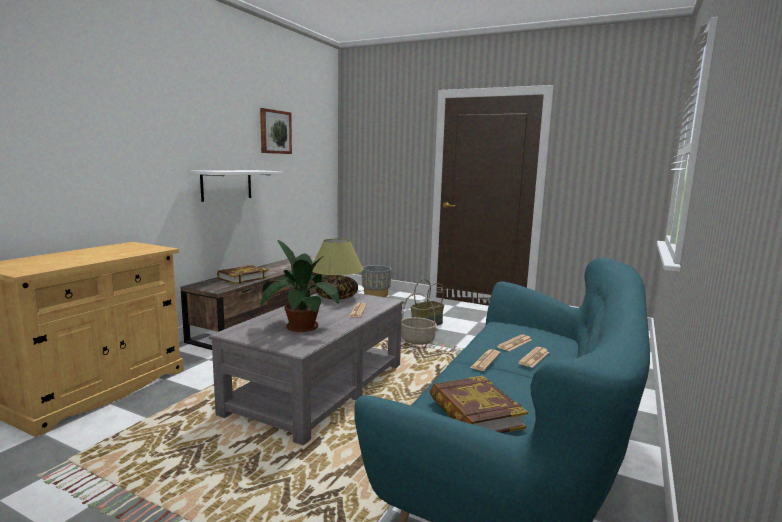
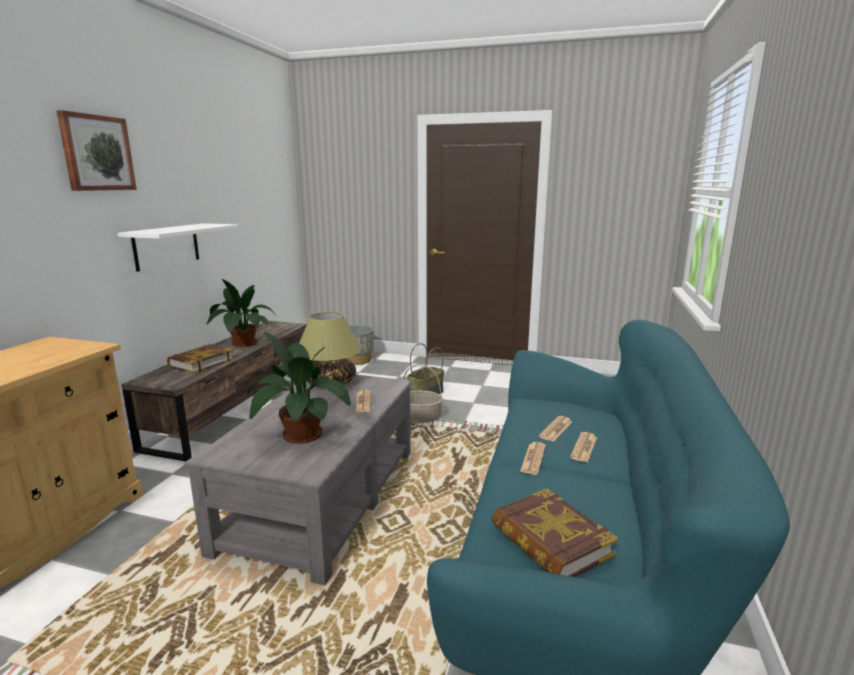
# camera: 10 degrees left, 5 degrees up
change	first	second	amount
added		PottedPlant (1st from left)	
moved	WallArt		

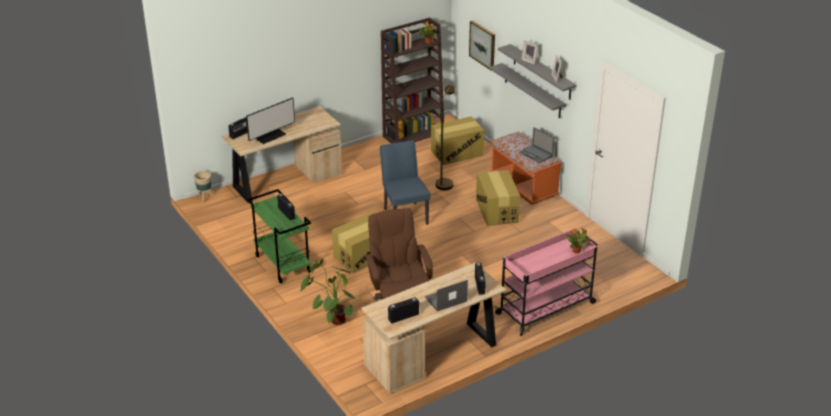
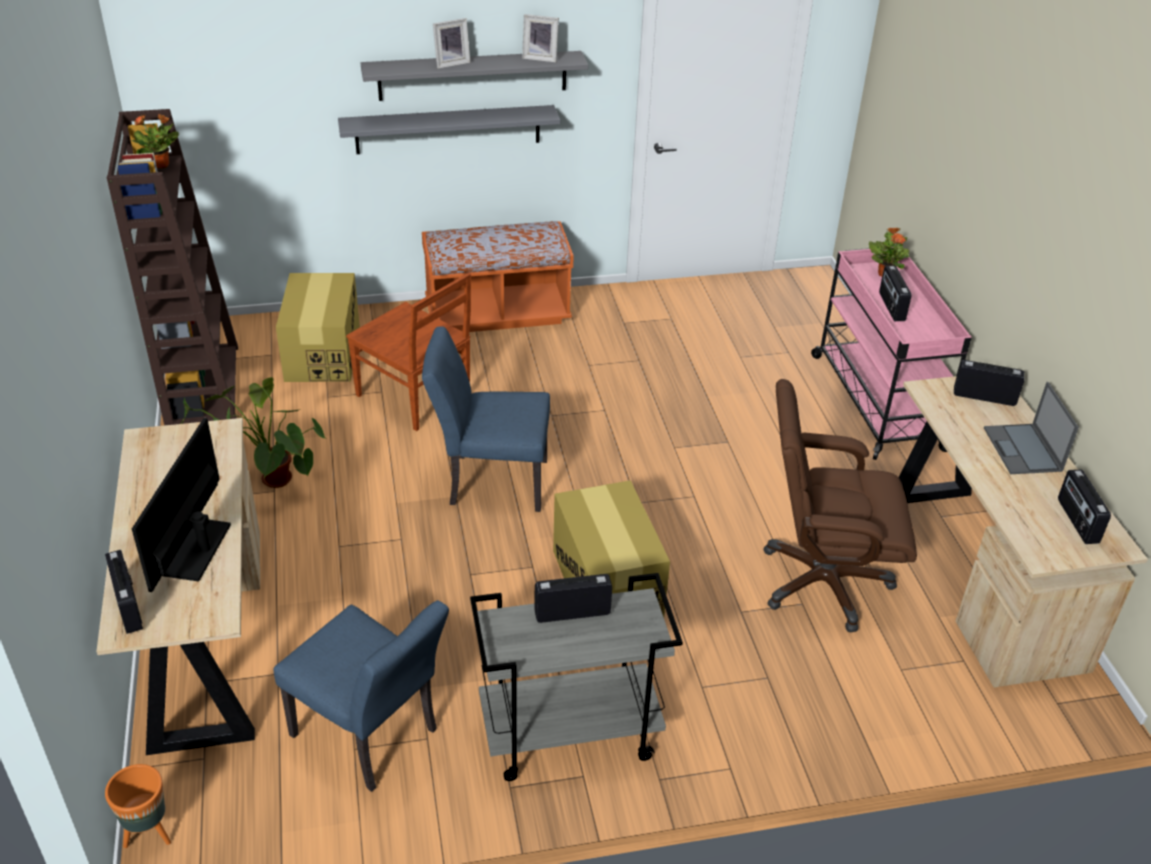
# camera: 70 degrees left, 5 degrees up
change	first	second	amount
removed	WallArt		
removed	PackingBox (3rd from left)		
removed	Laptop (2nd from left)		
added		BlueColouredPlainChair (1st from left)	
added		RadioSet (3rd from left)	
moved	PottedPlant (1st from left in the first image)	PottedPlant (2nd from left)	
replaced	BrownColouredStandingLamp	BrownColouredPlainChair	
recoloured	SandColouredPlantPot	OrangeyPlantPot	
recoloured	GreenCart	GrayCart	
turned	Monitor		150 degrees counterclockwise

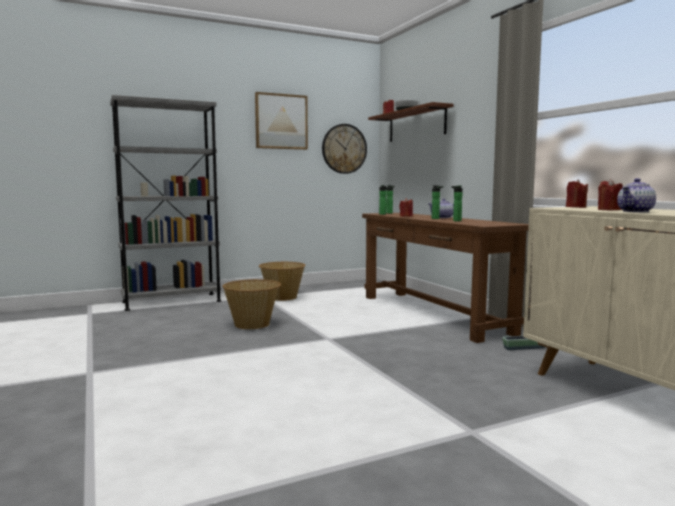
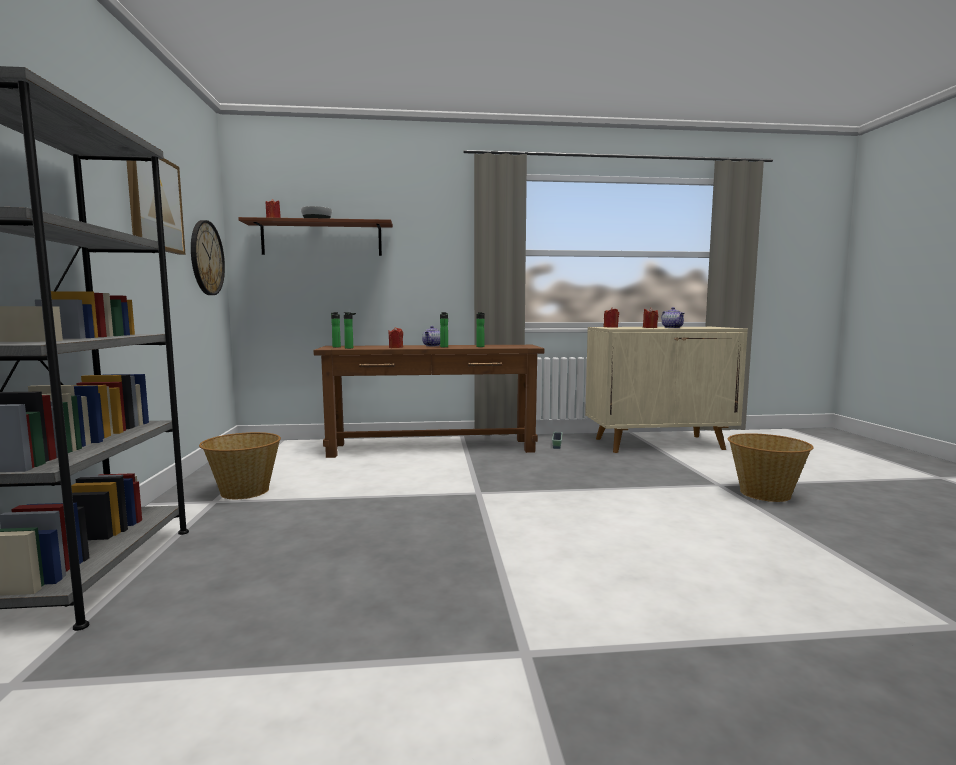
# camera: 70 degrees left, 0 degrees up
change	first	second	amount
moved	Basket (1st from left in the first image)	Basket (2nd from left)	

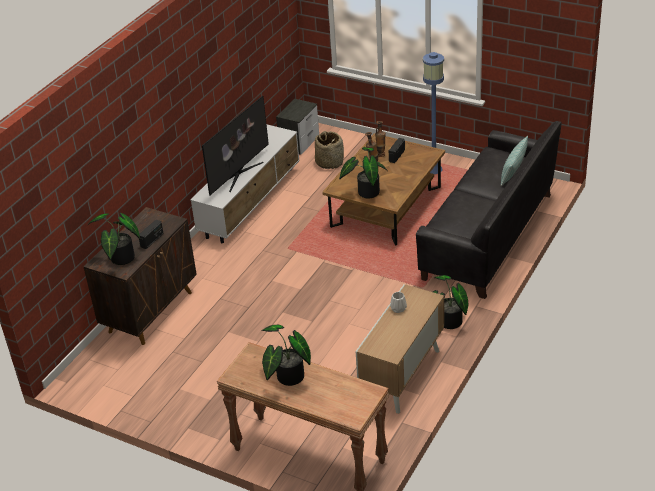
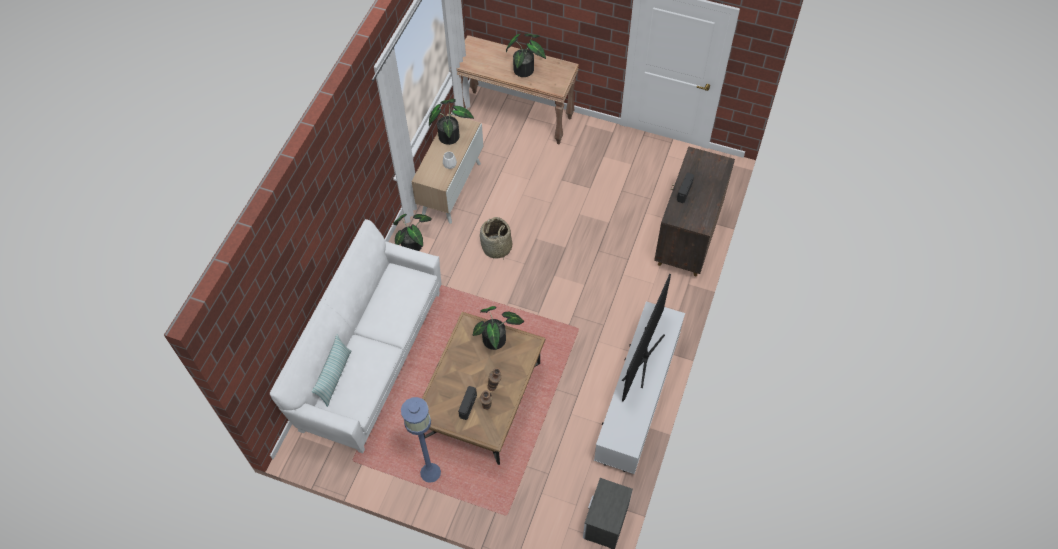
# camera: 170 degrees right, 20 degrees up
change	first	second	amount
moved	PottedPlant (1st from left in the first image)	PottedPlant (2nd from left)	
moved	Basket		
recoloured	BlackColouredSettee	WhiteColouredSettee	

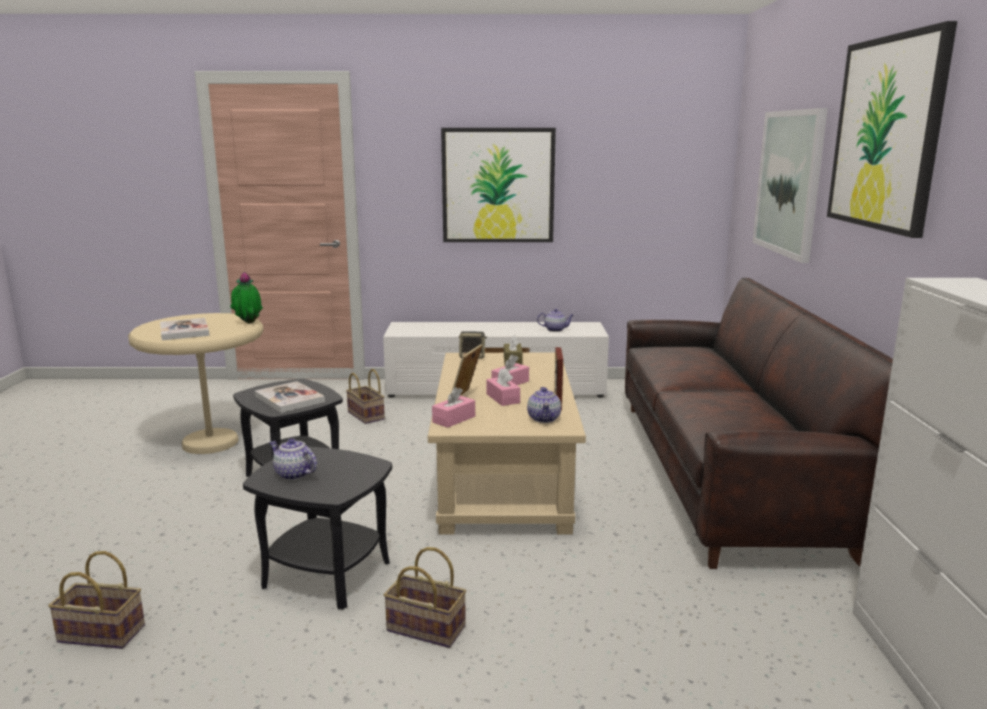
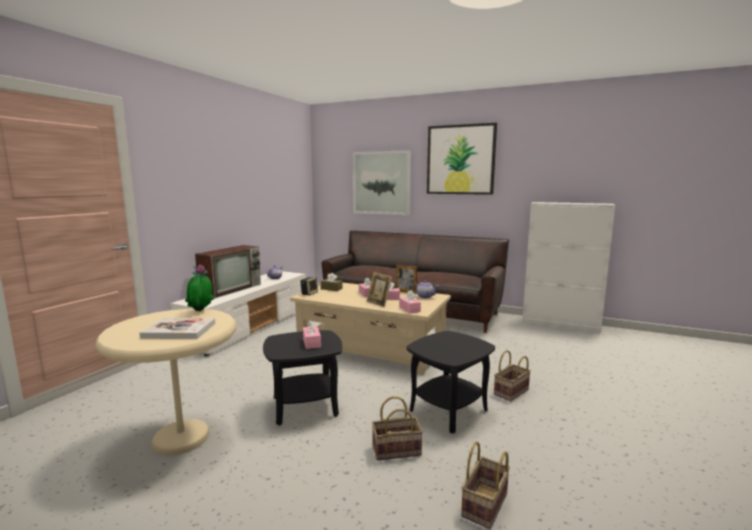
# camera: 65 degrees left, 5 degrees down
change	first	second	amount
removed	Teapot (1st from left)		
removed	WallArt (1st from left)		
added		Tv	
moved	Basket (2nd from left in the first image)	Basket (1st from left)	
replaced	BoundBook (2nd from left)	PinkColouredBoxOfTissues (1st from left)	

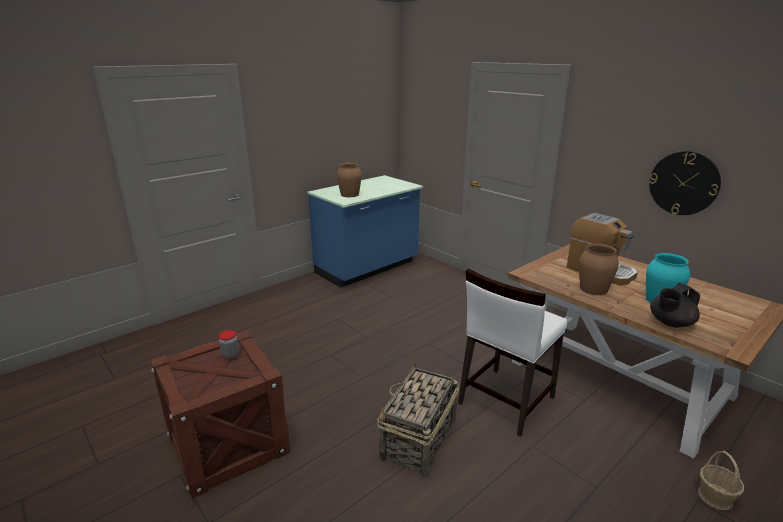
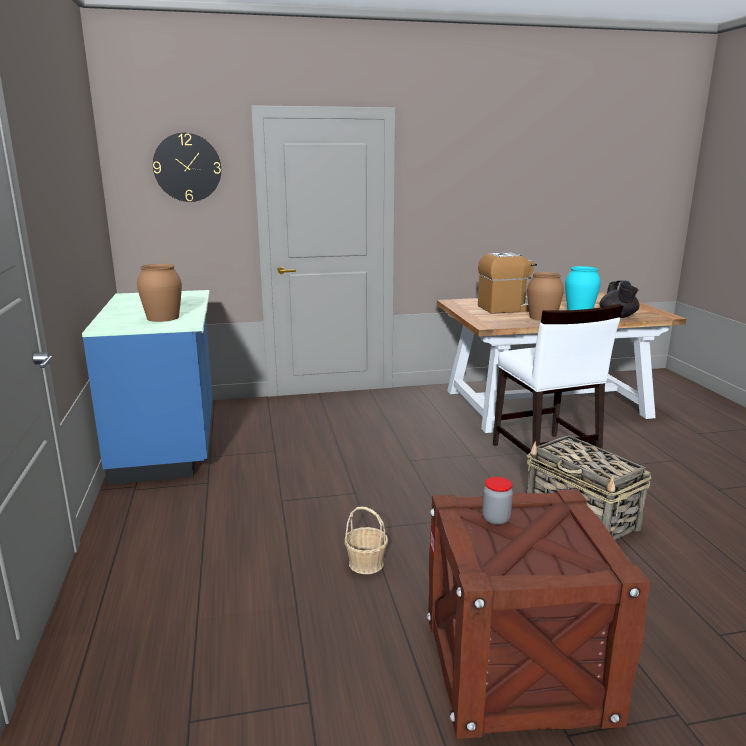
# camera: 60 degrees left, 5 degrees down
change	first	second	amount
moved	ClockOnTheWall		
moved	Basket (2nd from left in the first image)	Basket (1st from left)	

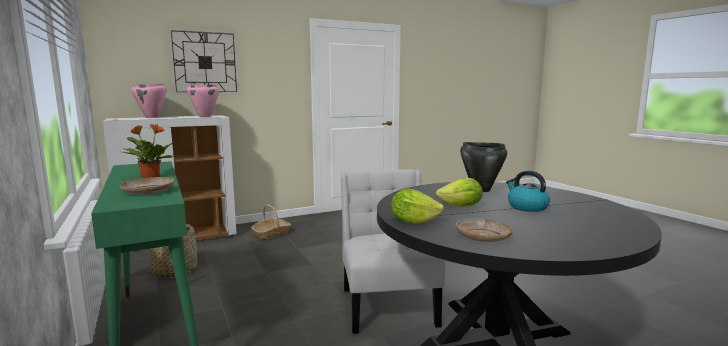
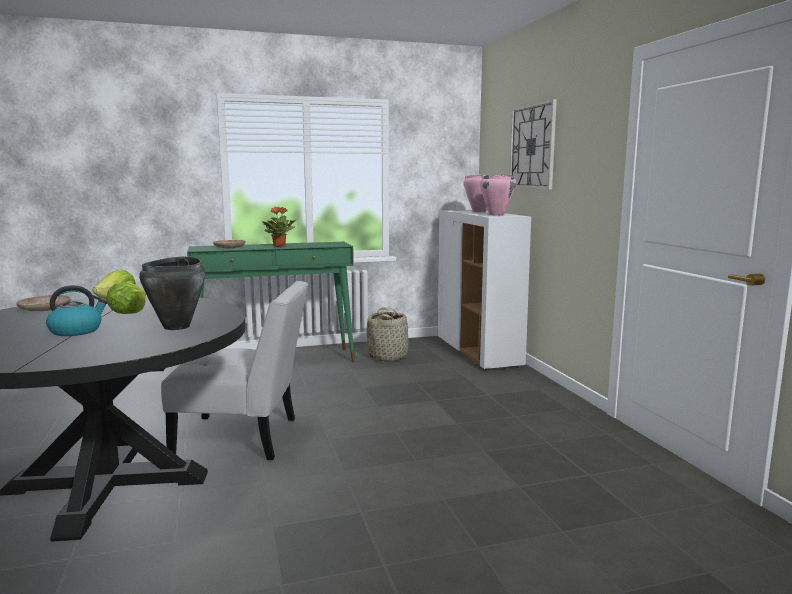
# camera: 100 degrees right, 0 degrees up
change	first	second	amount
removed	Basket (2nd from left)		

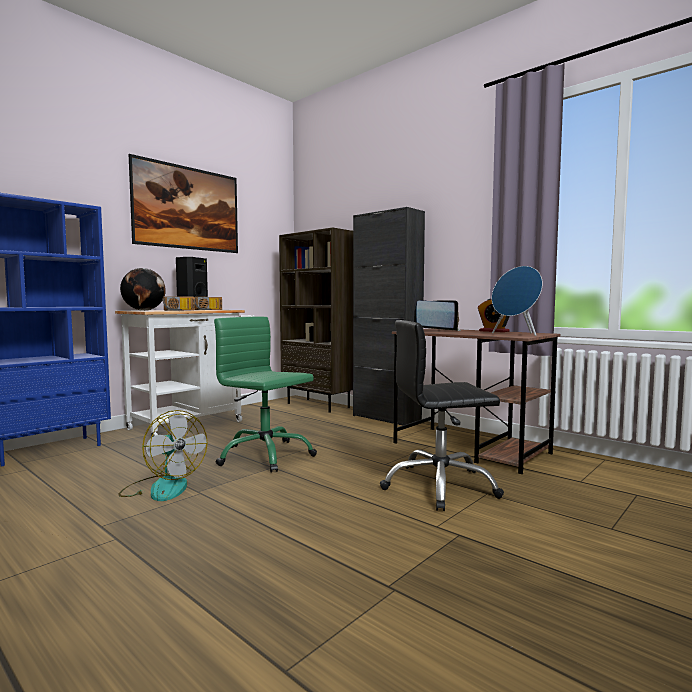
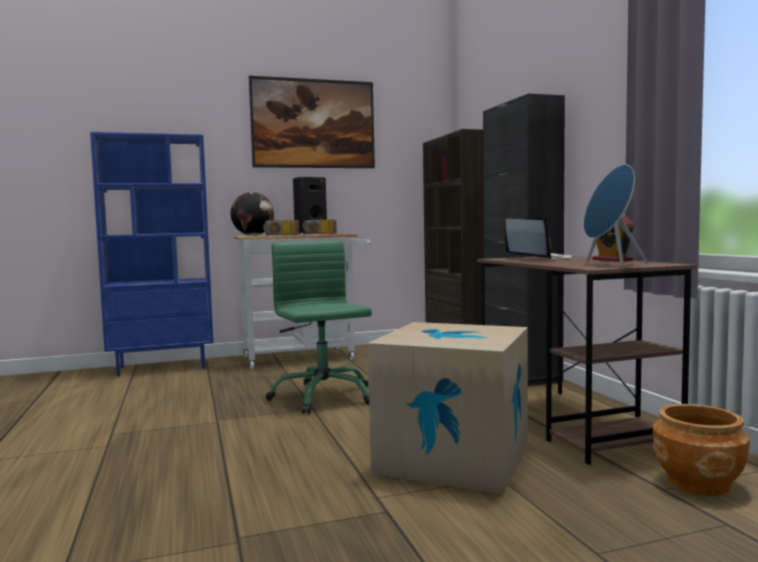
# camera: 30 degrees right, 0 degrees up
change	first	second	amount
removed	ElectricFan		
added		BrownColouredPlantPot	
replaced	BlackColouredComputerChair	PackingBox	

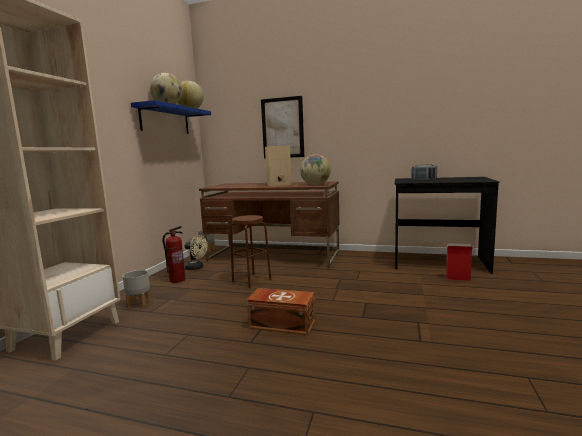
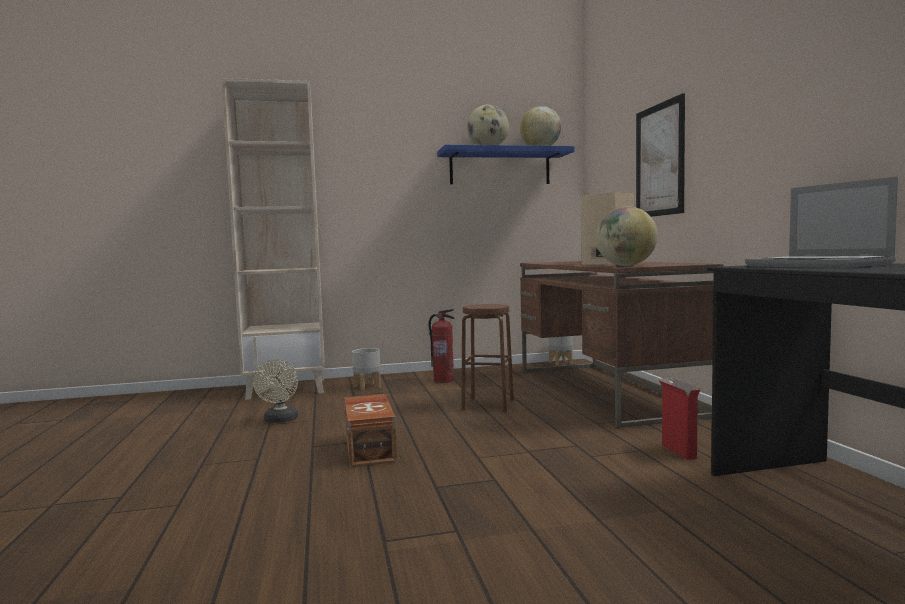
# camera: 60 degrees right, 5 degrees down
change	first	second	amount
moved	SandColouredElectricFan		
moved	PackingBox		
replaced	RadioSet	Laptop	

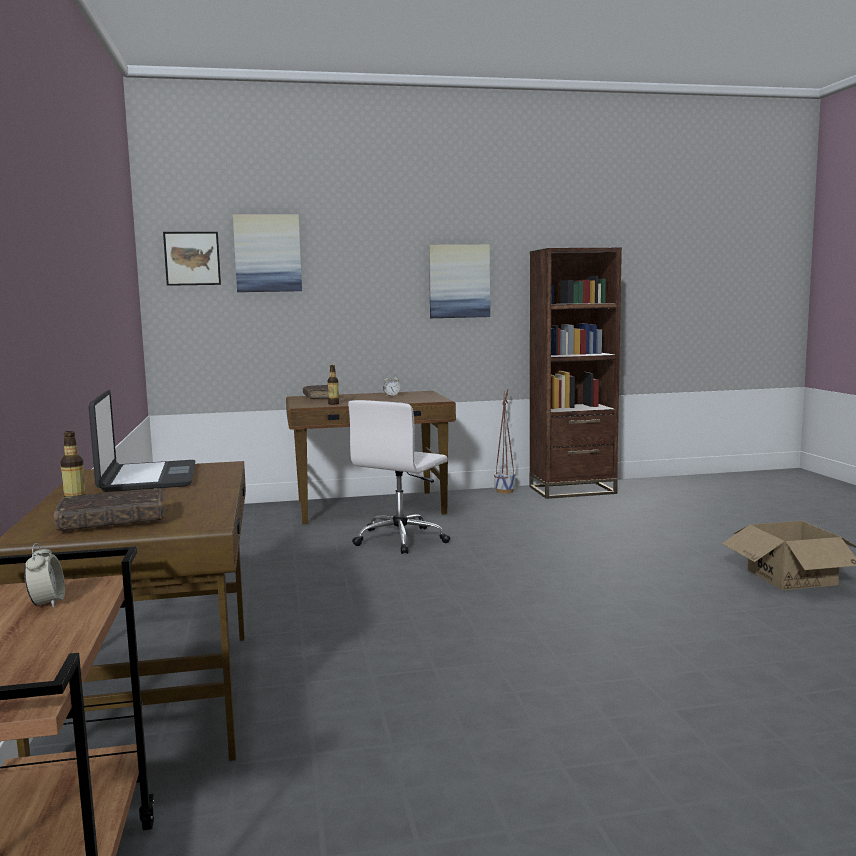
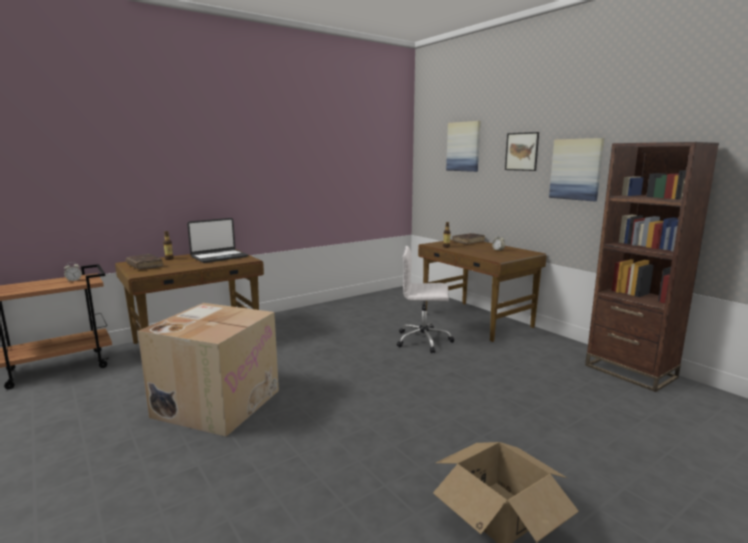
# camera: 65 degrees right, 5 degrees up
change	first	second	amount
removed	PlantPot		
added		PackingBox (1st from left)	
moved	WallArt (1st from left in the first image)	WallArt (2nd from left)	

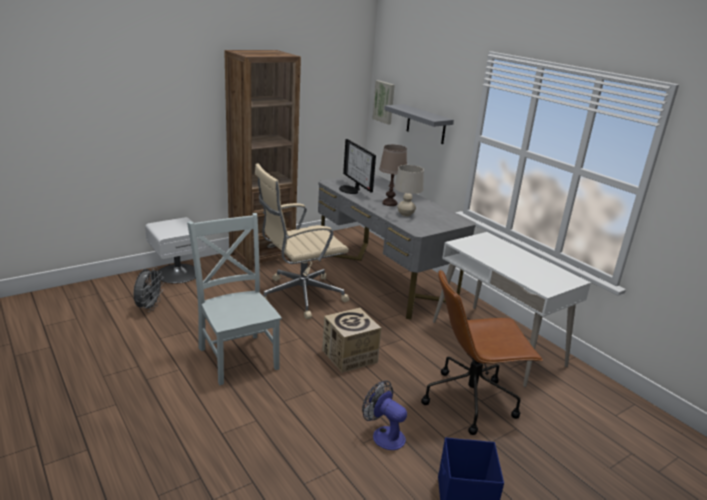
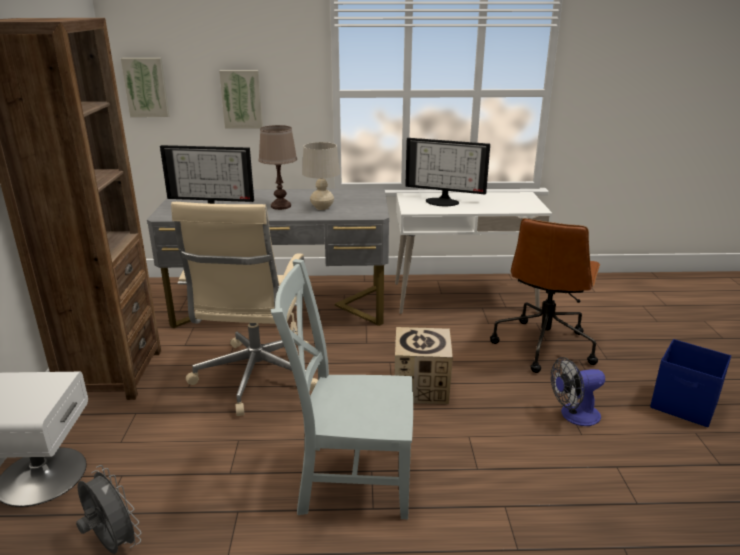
# camera: 55 degrees left, 0 degrees up
change	first	second	amount
added		Monitor (2nd from left)	
replaced	GrayShelf	WallArt (2nd from left)	

